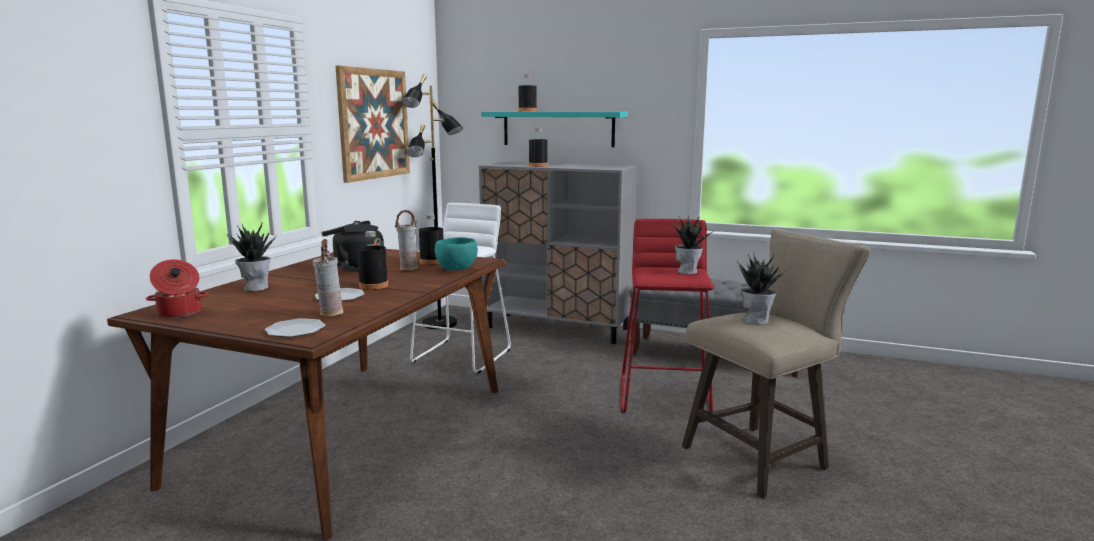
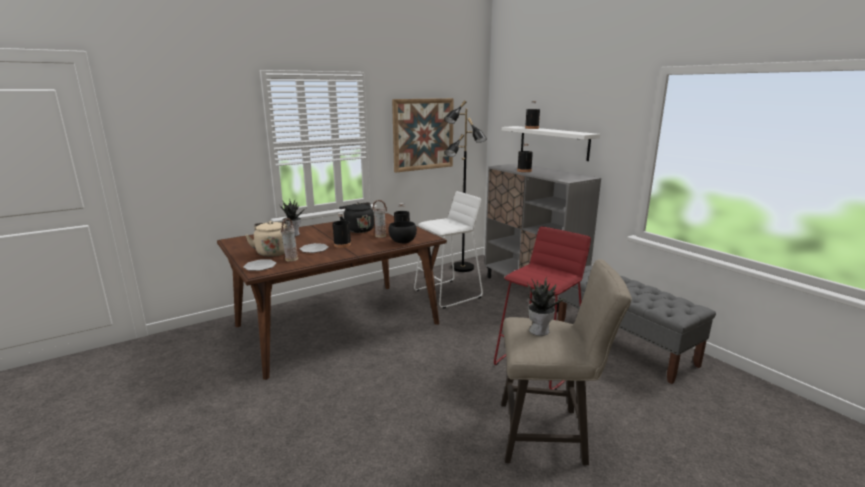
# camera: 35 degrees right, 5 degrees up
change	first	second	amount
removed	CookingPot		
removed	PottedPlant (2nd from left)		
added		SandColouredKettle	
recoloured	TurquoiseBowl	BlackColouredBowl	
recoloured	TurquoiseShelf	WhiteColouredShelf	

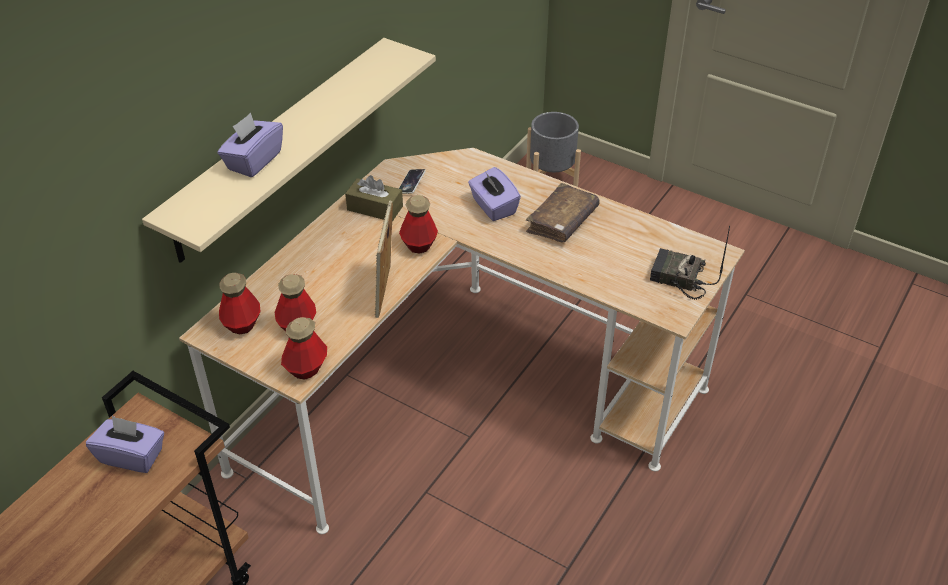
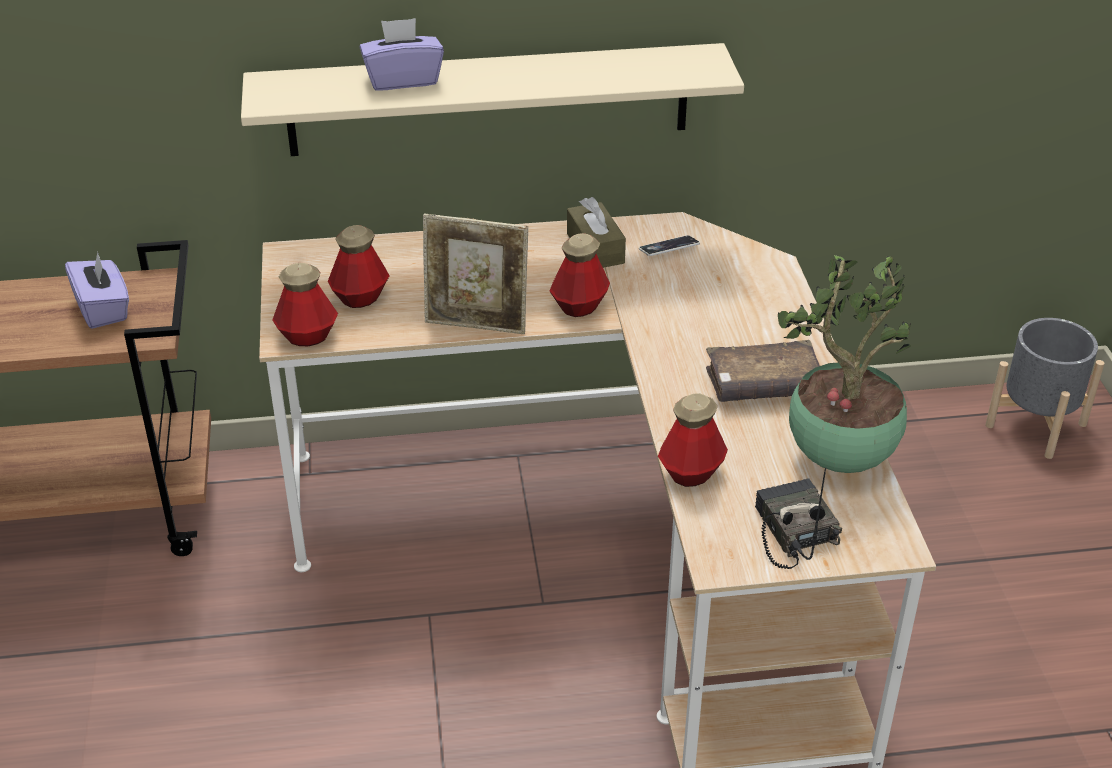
# camera: 50 degrees right, 5 degrees down
change	first	second	amount
removed	PurpleColouredBoxOfTissues (3rd from left)		
added		PottedPlant	
moved	DrinkBottle (1st from left in the first image)	DrinkBottle (4th from left)	
turned	PictureFrame		135 degrees counterclockwise

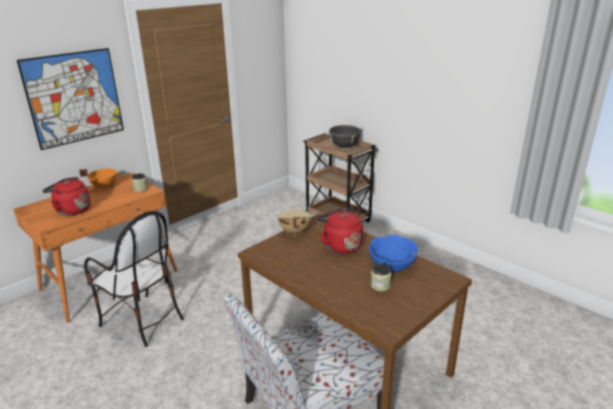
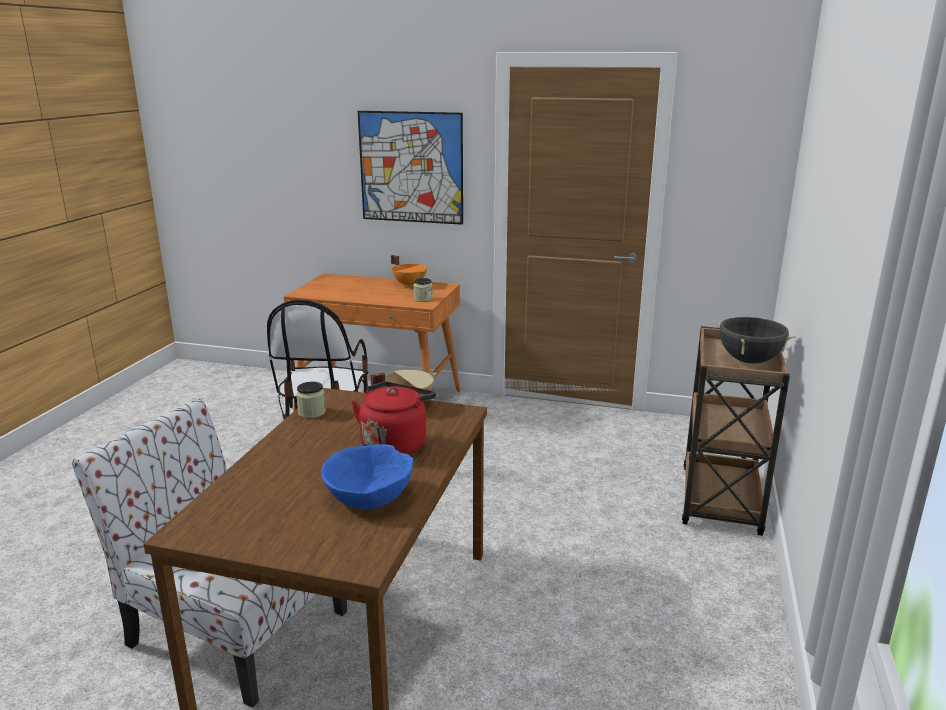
# camera: 60 degrees right, 5 degrees down
change	first	second	amount
removed	RedColouredKettle (1st from left)		
moved	Jar (2nd from left in the first image)	Jar (1st from left)	

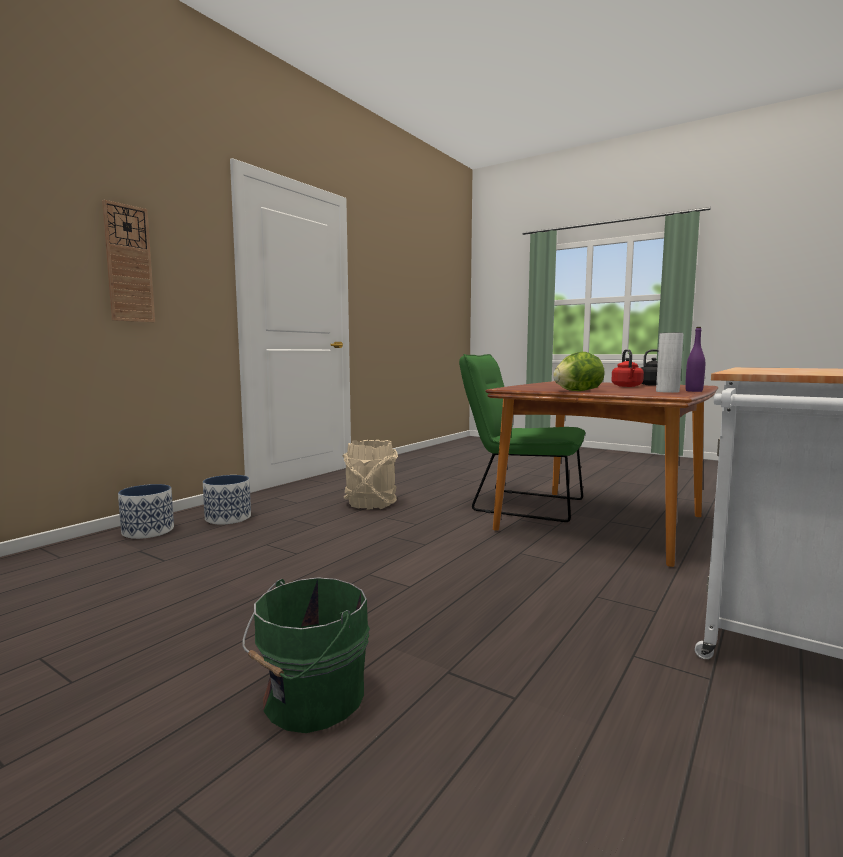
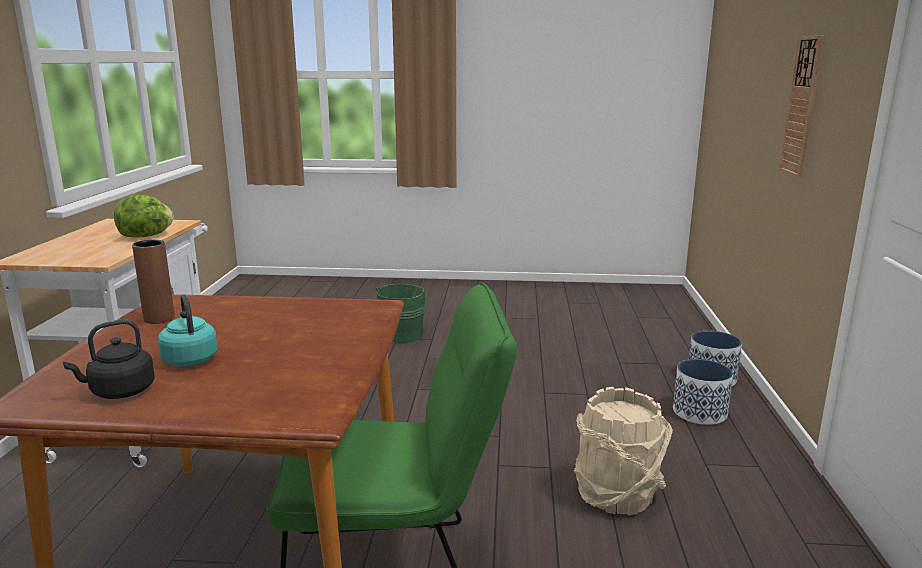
# camera: 150 degrees right, 10 degrees up
change	first	second	amount
removed	PurpleColouredDrinkBottle		
moved	Lettuce		
recoloured	RedColouredKettle	TurquoiseKettle	
recoloured	WhiteColouredFlowerVase	BrownColouredFlowerVase	

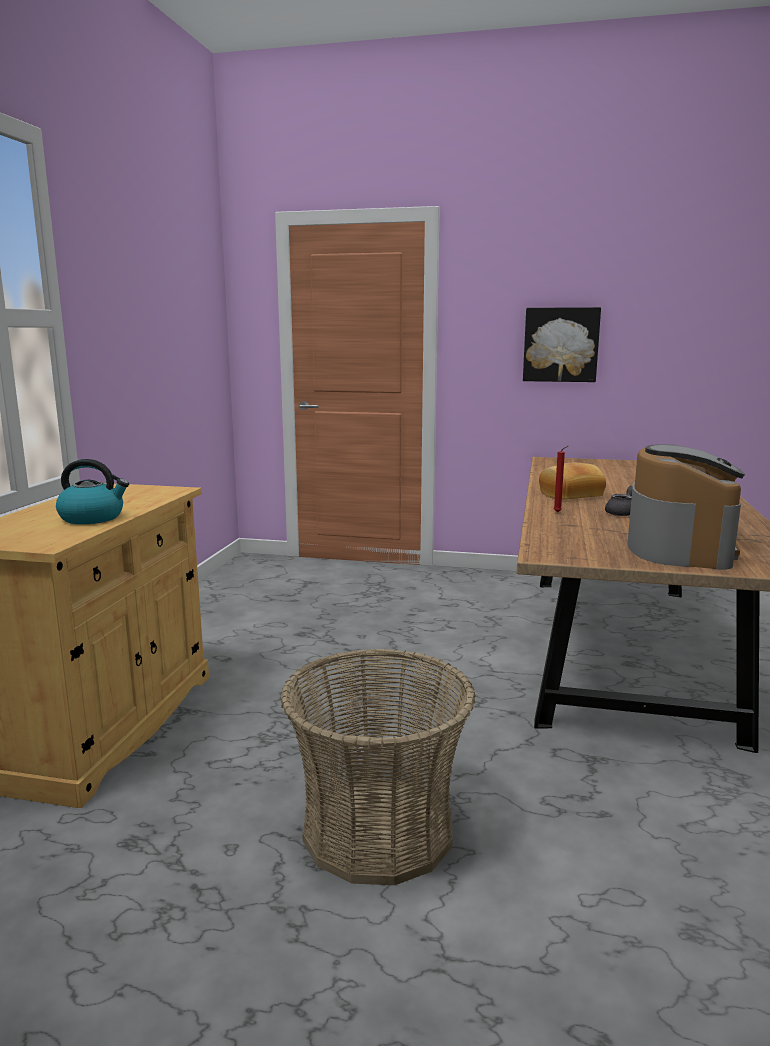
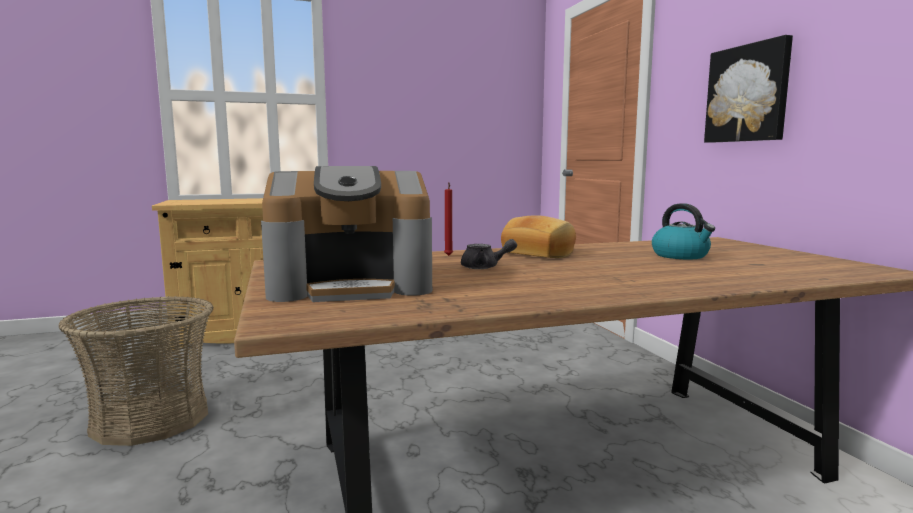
# camera: 60 degrees right, 5 degrees down
change	first	second	amount
moved	Kettle		

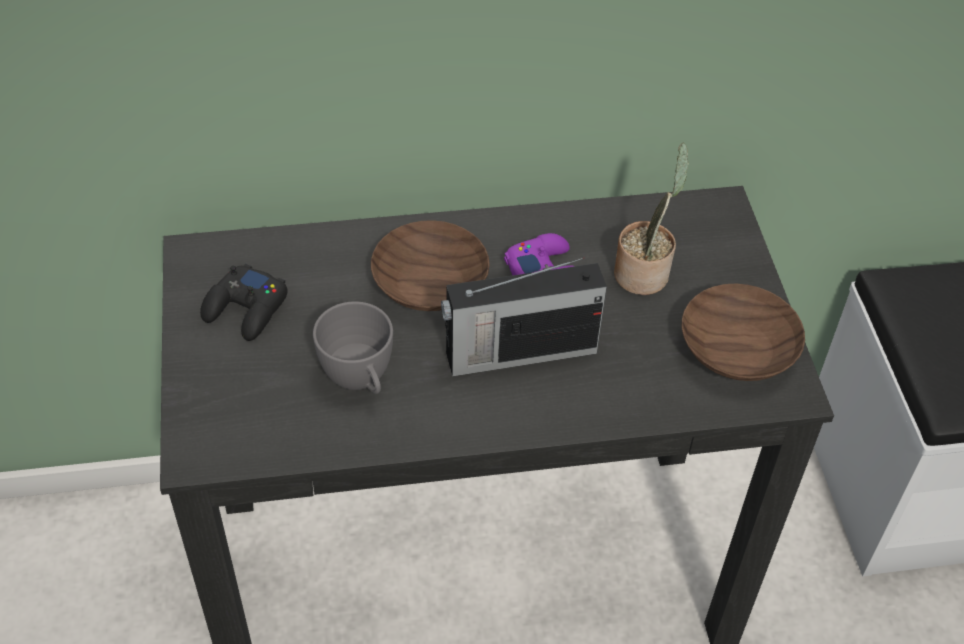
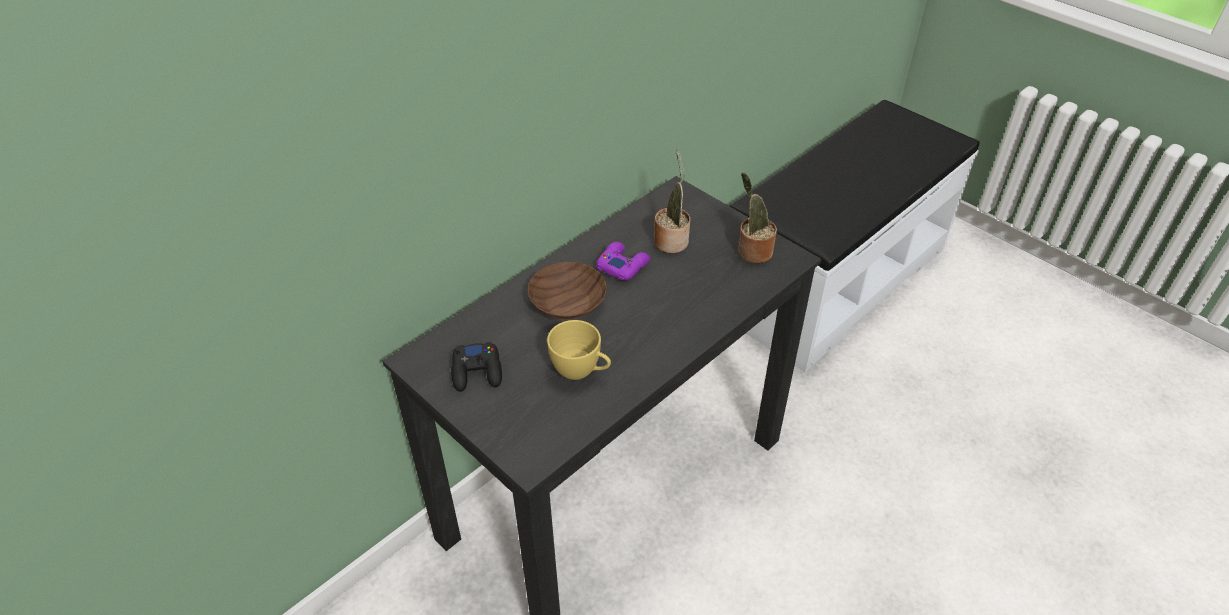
# camera: 35 degrees left, 5 degrees down
change	first	second	amount
removed	RadioSet		
replaced	BrownColouredBowl (2nd from left)	PottedPlant (2nd from left)	
recoloured	GrayDrinkingCup	YellowishDrinkingCup	

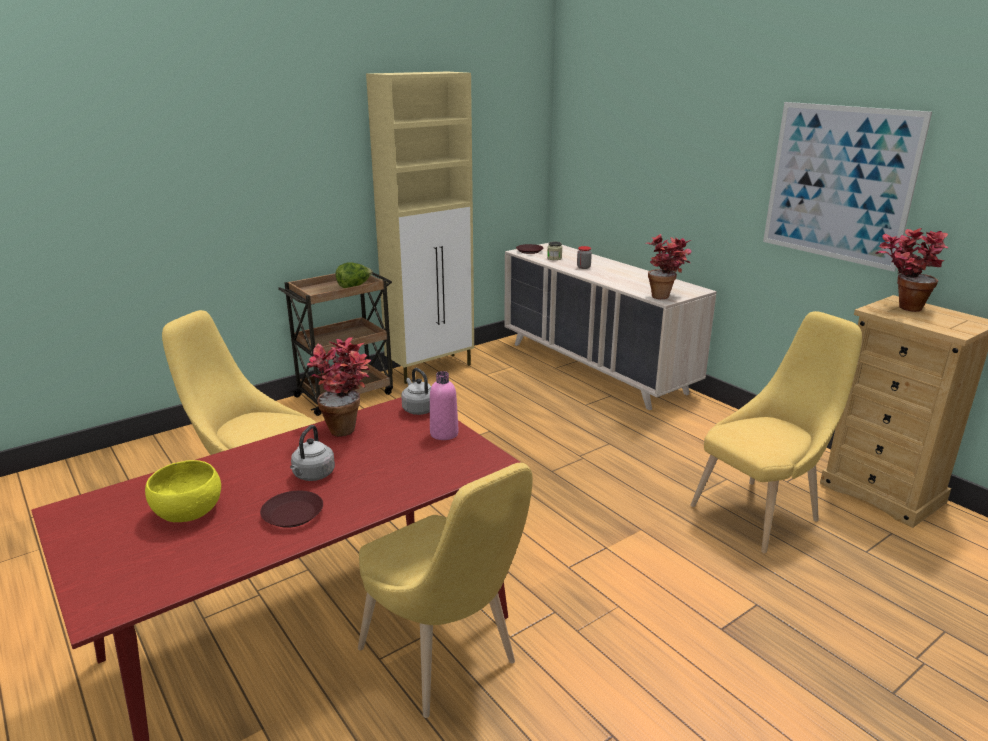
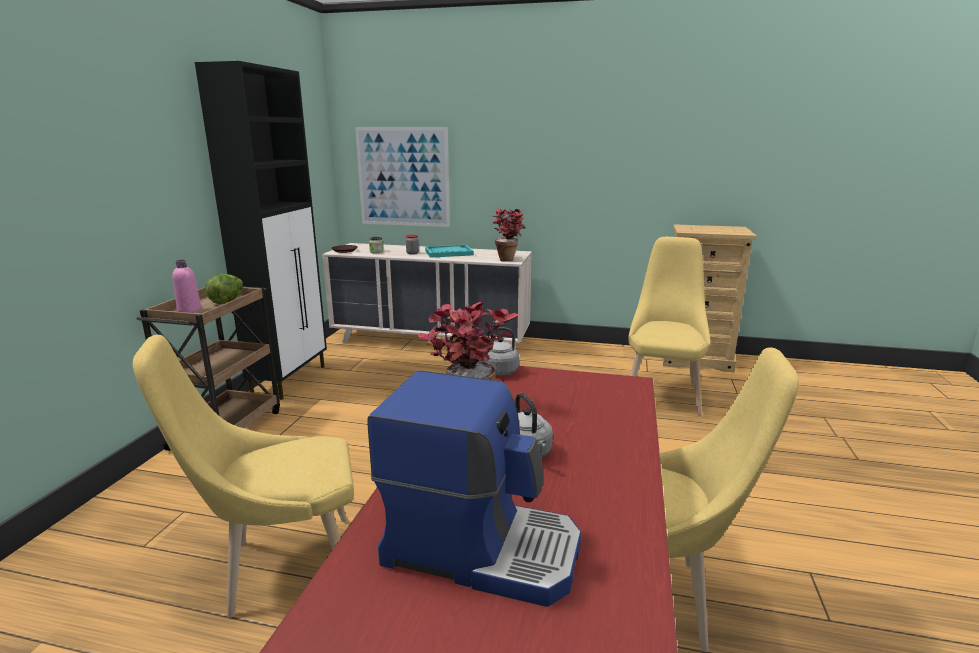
# camera: 40 degrees left, 5 degrees down
change	first	second	amount
removed	BrownColouredDinnerPlate (1st from left)		
removed	PottedPlant (3rd from left)		
added		TurquoiseServingTray	
moved	PinkColouredDrinkBottle		
moved	WallArt		
replaced	YellowishBowl	CoffeeMachine	
recoloured	SandColouredCabinet	BlackColouredCabinet	

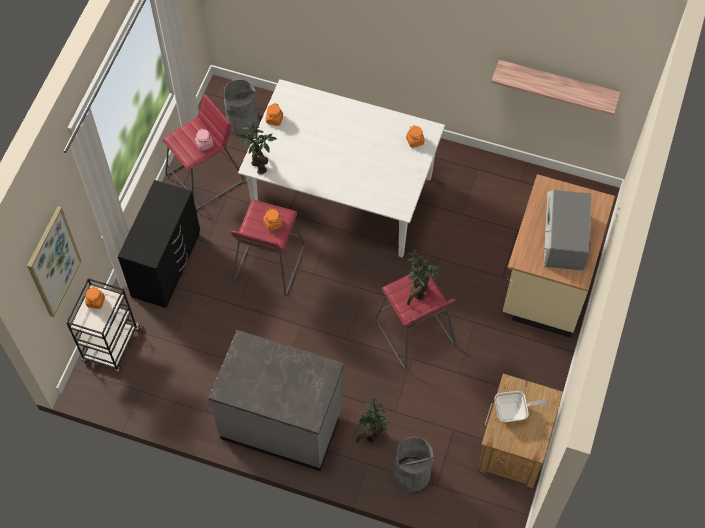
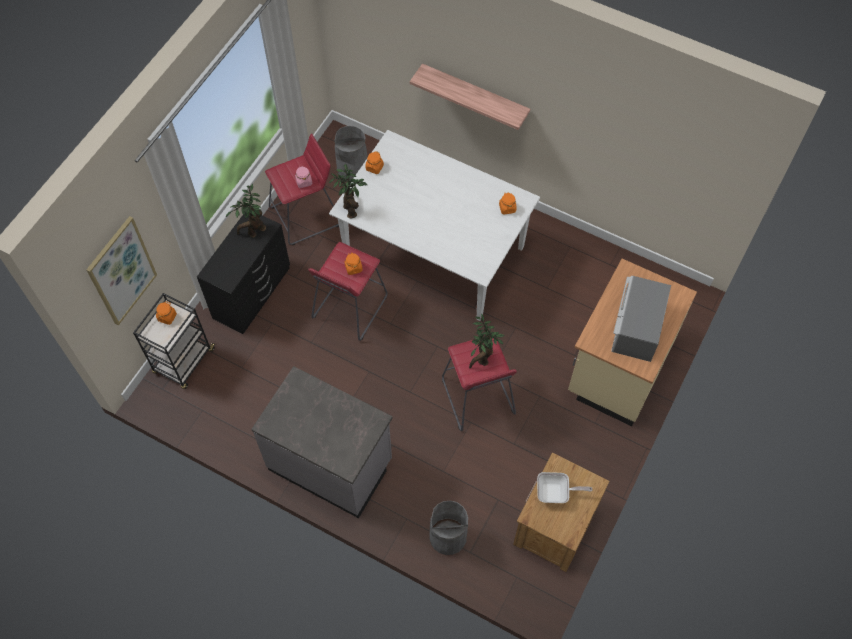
# camera: 10 degrees right, 0 degrees up
change	first	second	amount
moved	PottedPlant (2nd from left in the first image)	PottedPlant (1st from left)	
moved	Shelf		

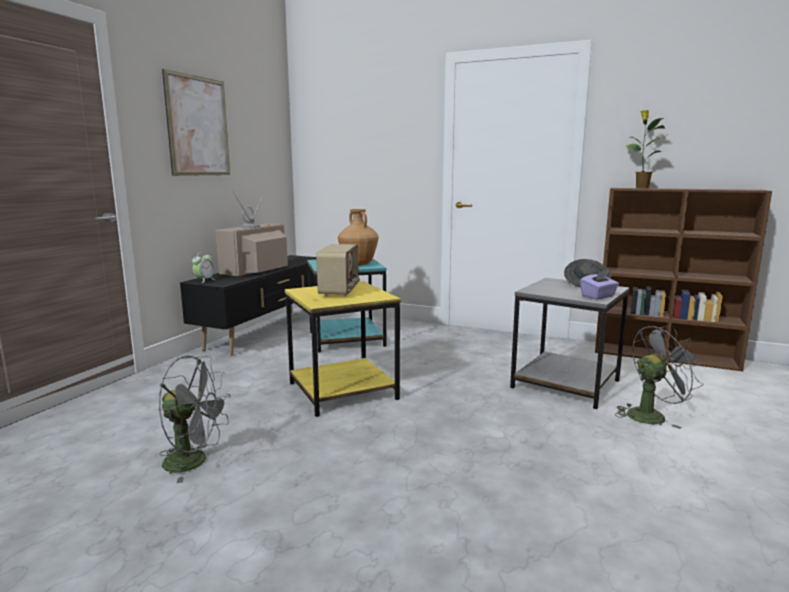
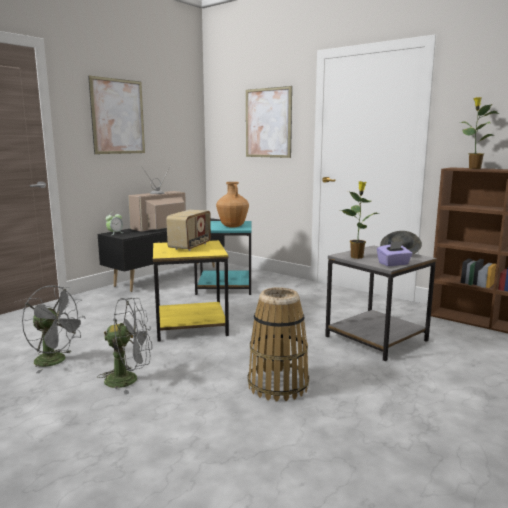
# camera: 15 degrees right, 0 degrees up
change	first	second	amount
added		WallArt (2nd from left)	
added		Basket	
added		PottedPlant (1st from left)	
moved	GrayElectricFan (2nd from left)		

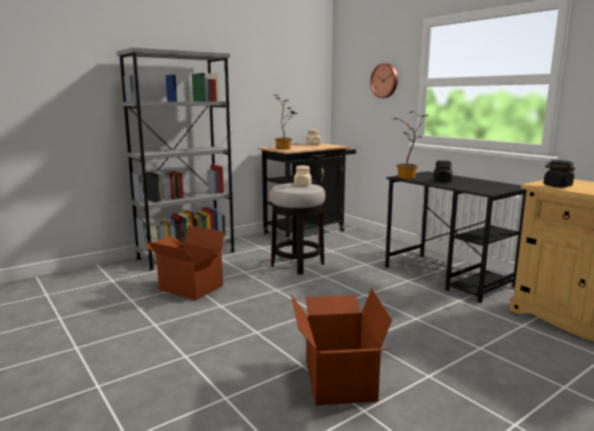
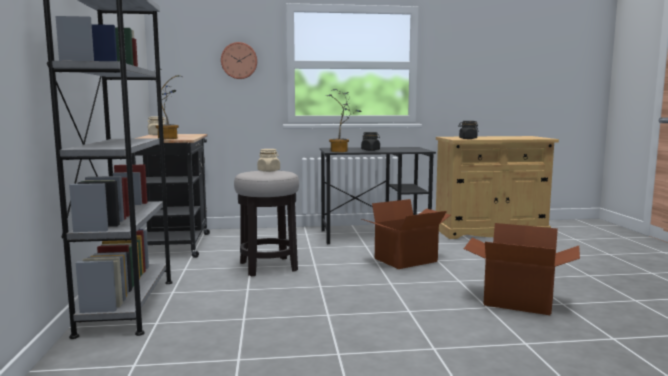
# camera: 60 degrees left, 5 degrees down
change	first	second	amount
moved	PackingBox (1st from left)		

